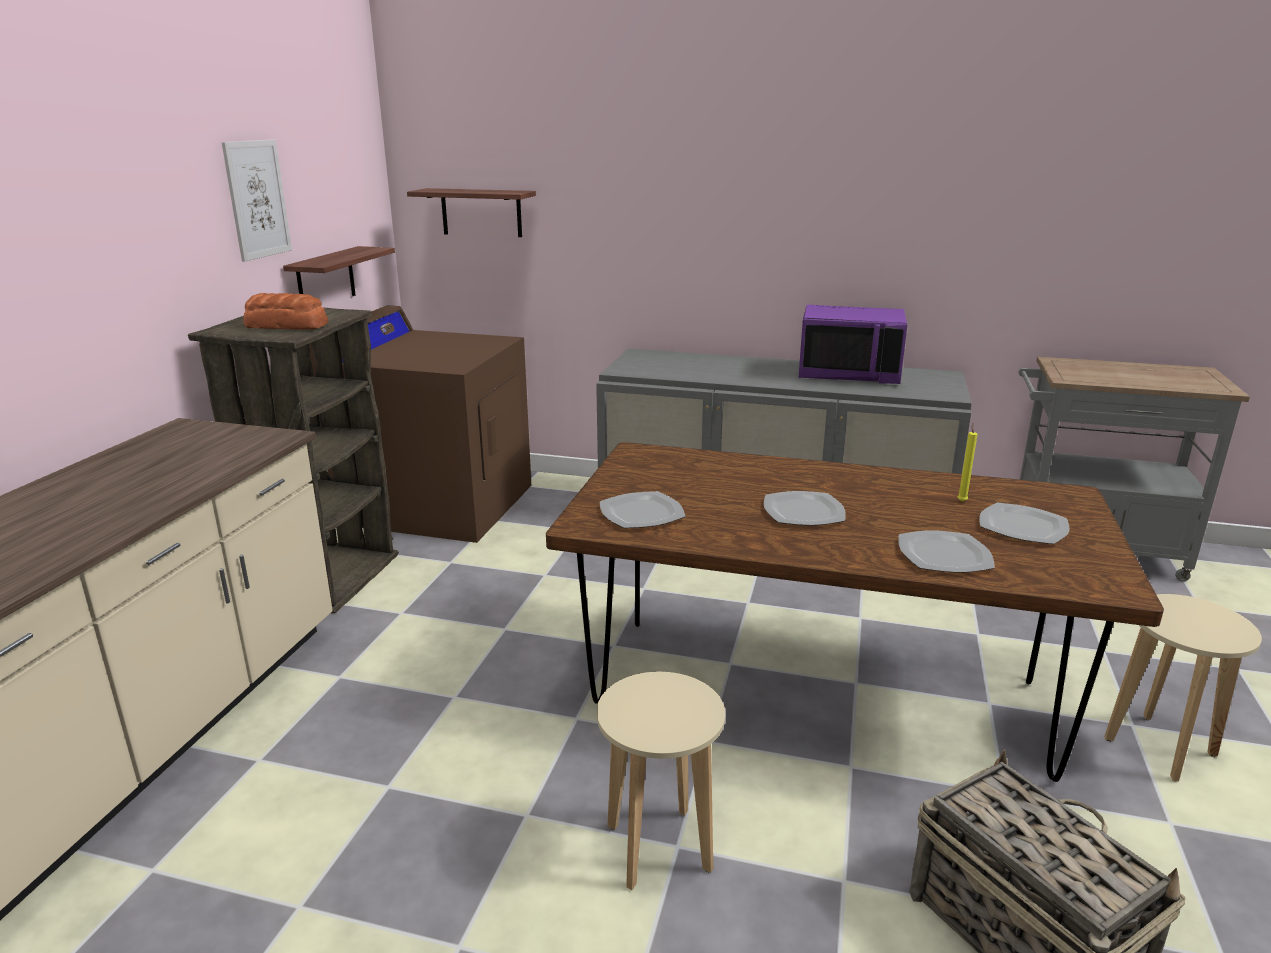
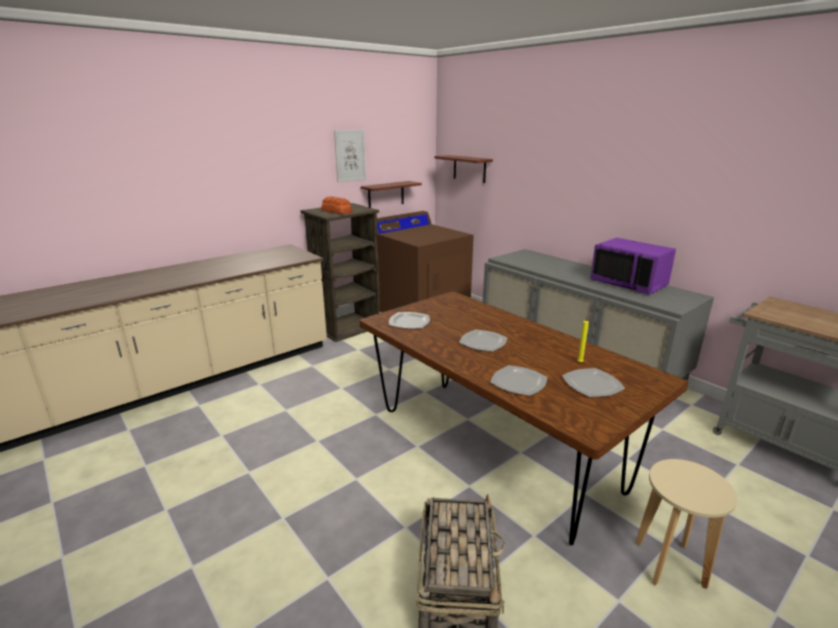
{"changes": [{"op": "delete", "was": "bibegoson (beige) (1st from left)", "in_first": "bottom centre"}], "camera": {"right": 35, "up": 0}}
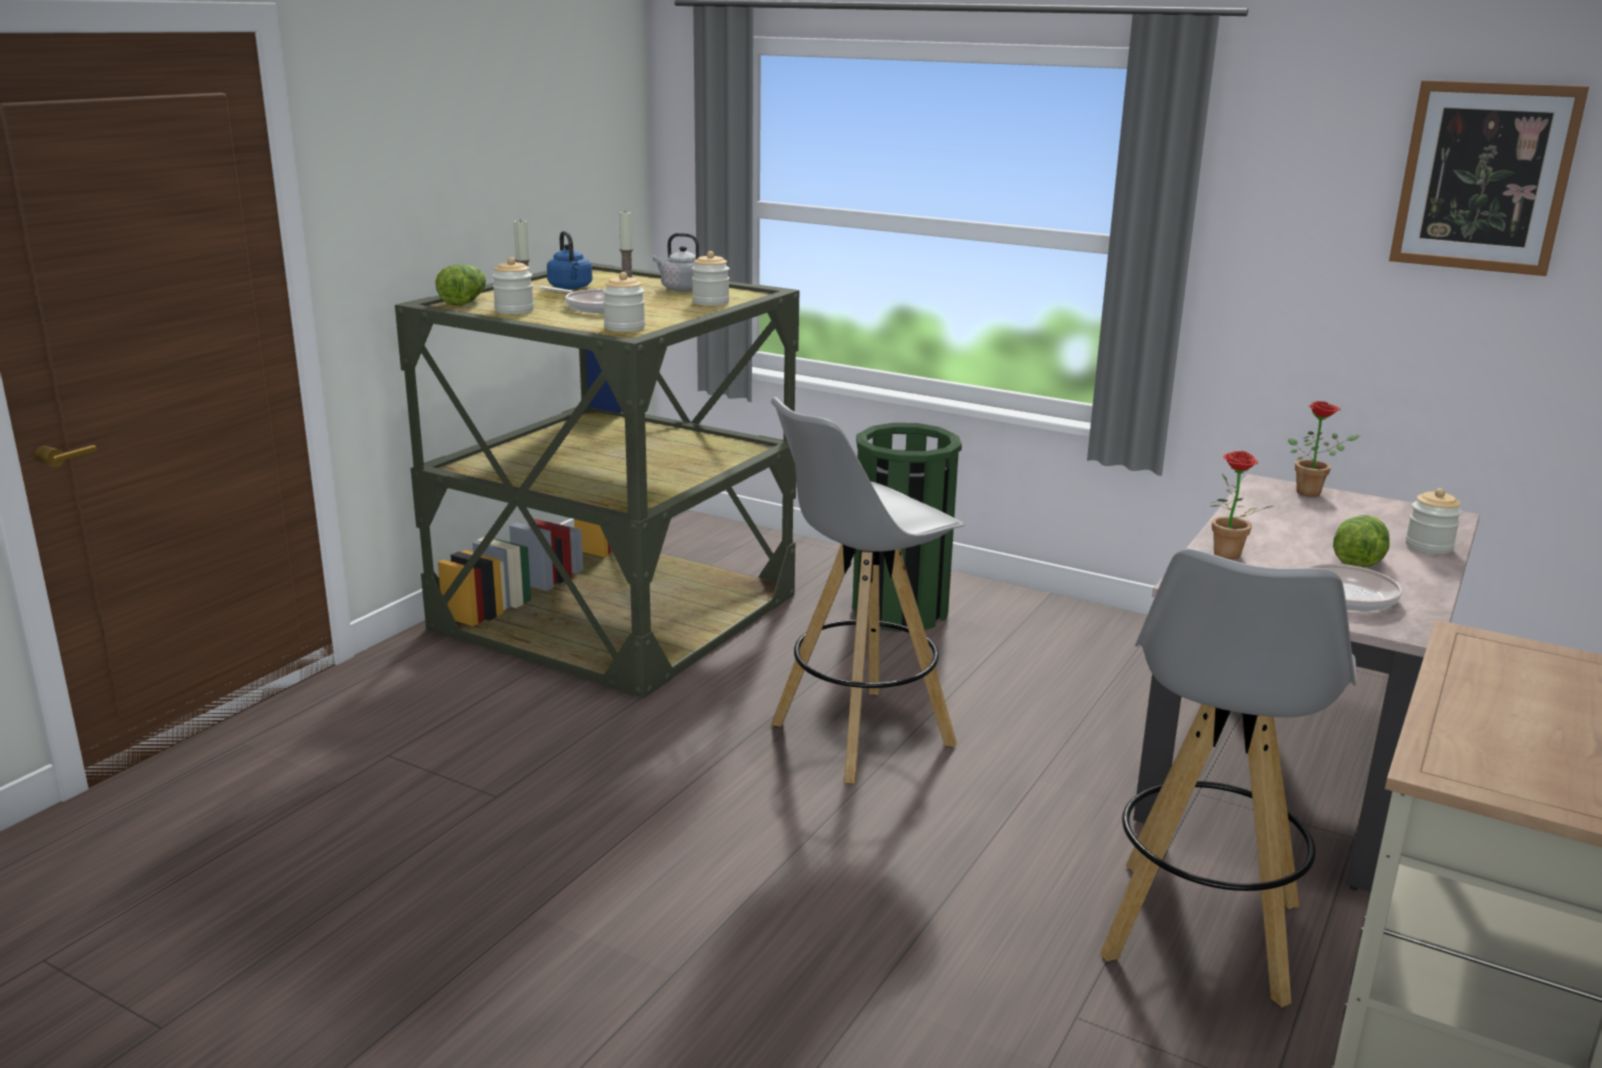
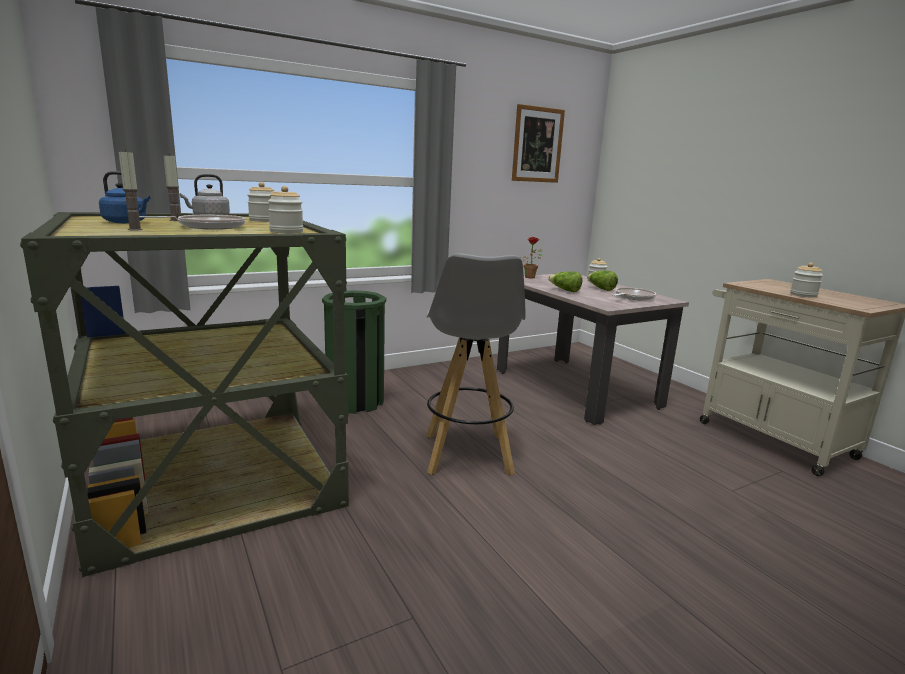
{"changes": [{"op": "move", "was": "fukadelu (1st from left in the first image)", "now": "fukadelu (4th from left)", "in_first": "top left", "in_second": "middle right"}, {"op": "move", "was": "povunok (1st from left)", "in_first": "top left", "in_second": "centre"}, {"op": "delete", "was": "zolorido (1st from left)", "in_first": "middle right"}, {"op": "delete", "was": "bibegoson (grey) (2nd from left)", "in_first": "bottom right"}], "camera": {"right": -60, "up": -5}}
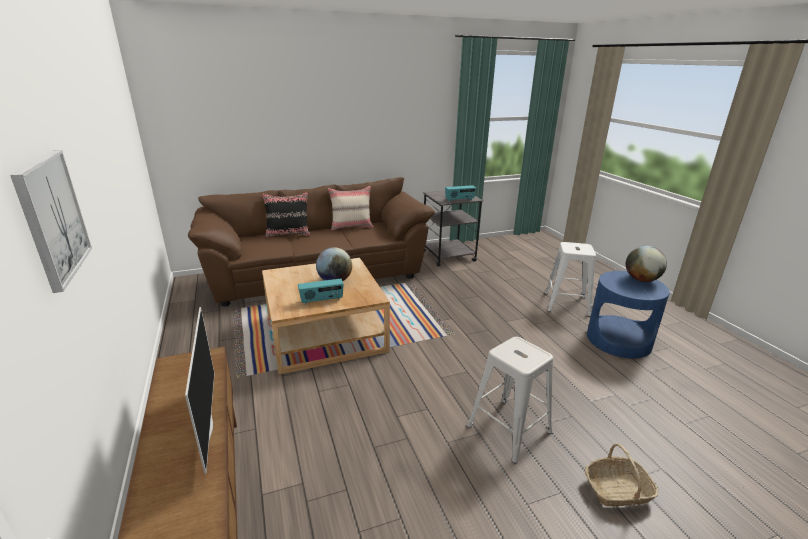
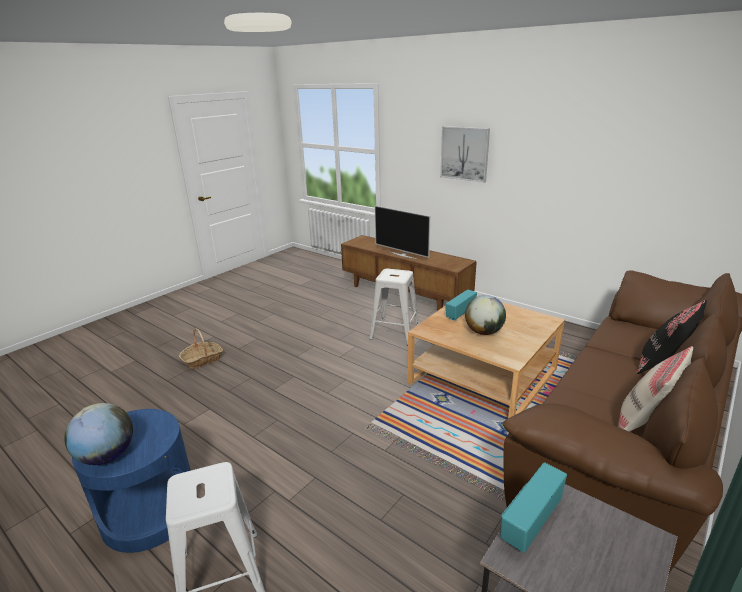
{"changes": [{"op": "move", "was": "bibegoson (white) (1st from left in the first image)", "now": "bibegoson (white) (2nd from left)", "in_first": "bottom centre", "in_second": "centre"}], "camera": {"right": 150, "up": 0}}
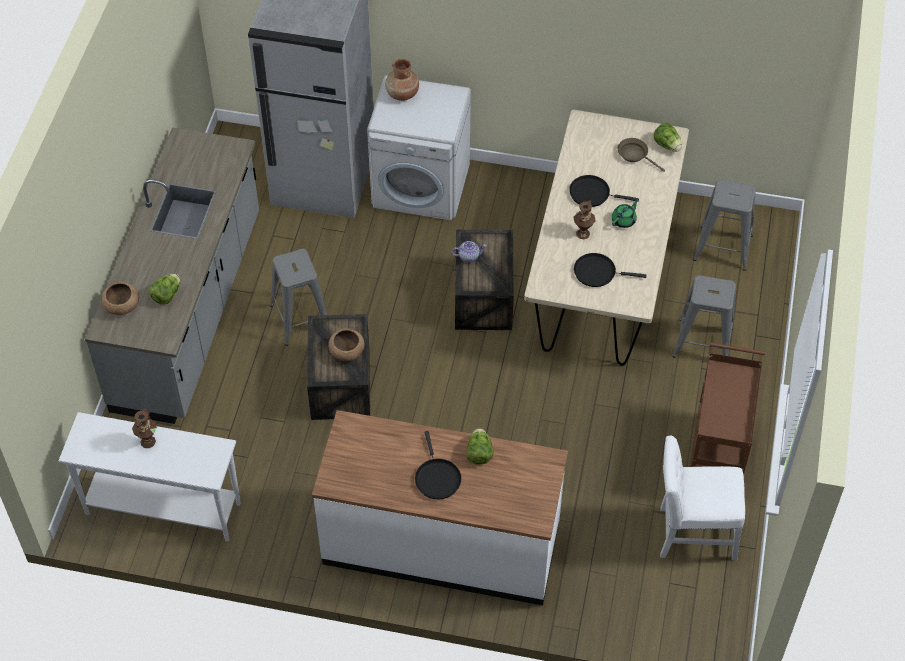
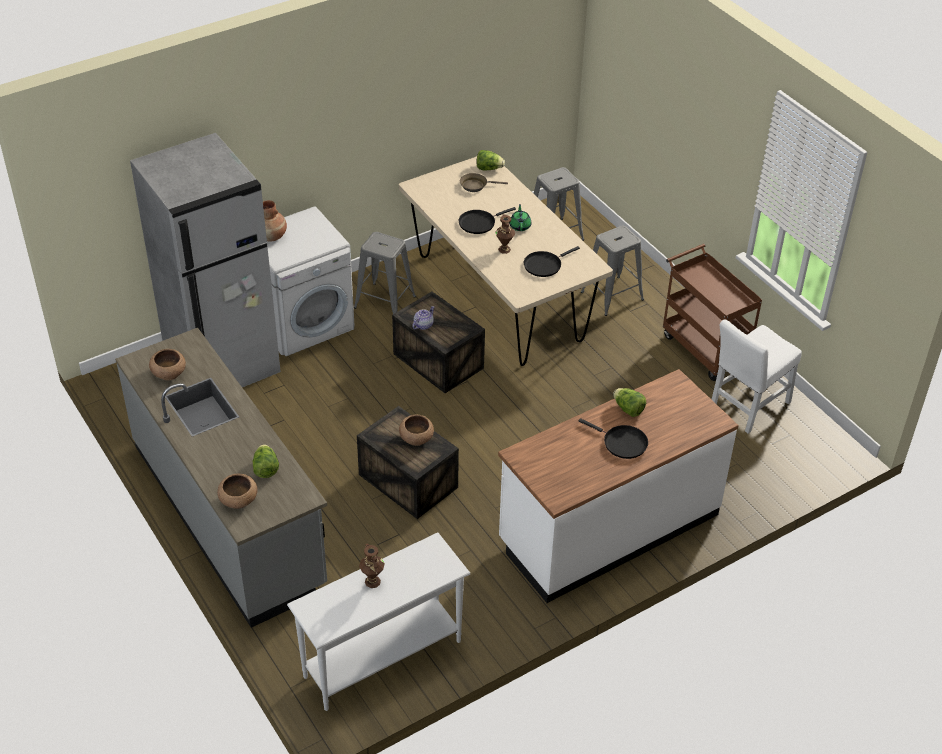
{"changes": [{"op": "move", "was": "bibegoson (grey) (1st from left)", "in_first": "middle left", "in_second": "centre"}, {"op": "insert", "now": "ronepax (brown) (1st from left)", "in_second": "middle left"}], "camera": {"right": -45, "up": -10}}
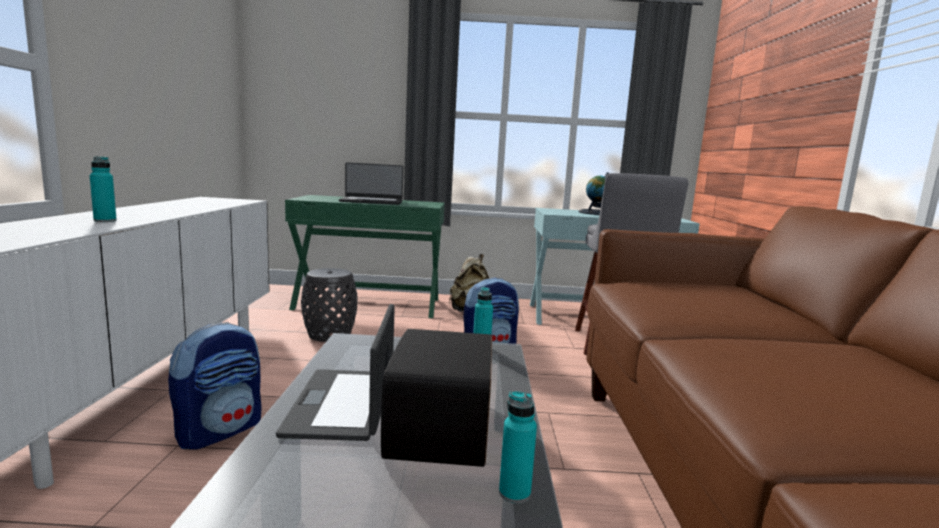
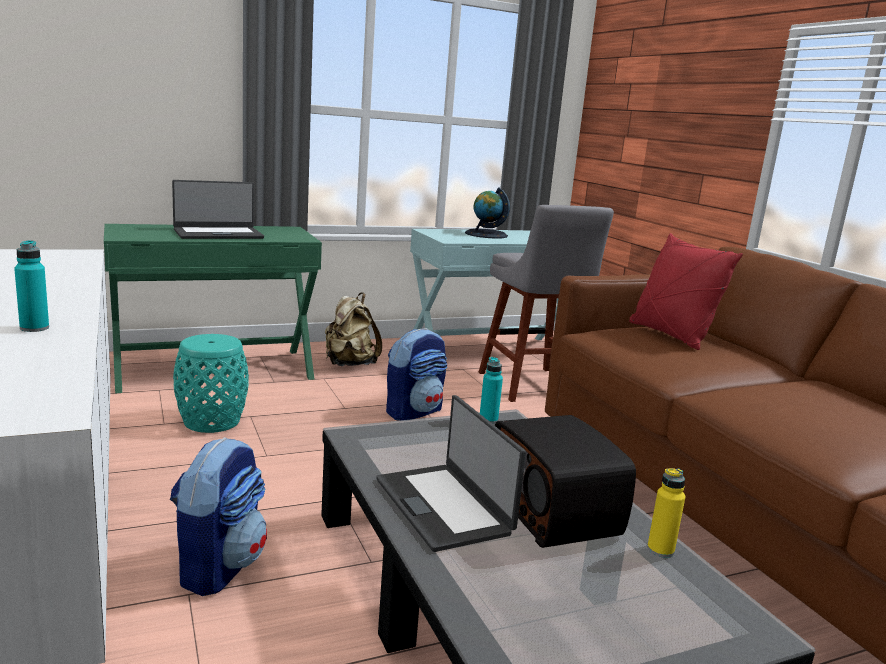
{"changes": [{"op": "recolor", "was": "bibegoson (grey) (1st from left)", "now": "bibegoson (turquoise)", "in_first": "centre", "in_second": "middle left"}, {"op": "recolor", "was": "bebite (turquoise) (3rd from left)", "now": "bebite (yellow)", "in_first": "bottom centre", "in_second": "bottom right"}, {"op": "insert", "now": "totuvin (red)", "in_second": "middle right"}], "camera": {"right": -25, "up": 5}}
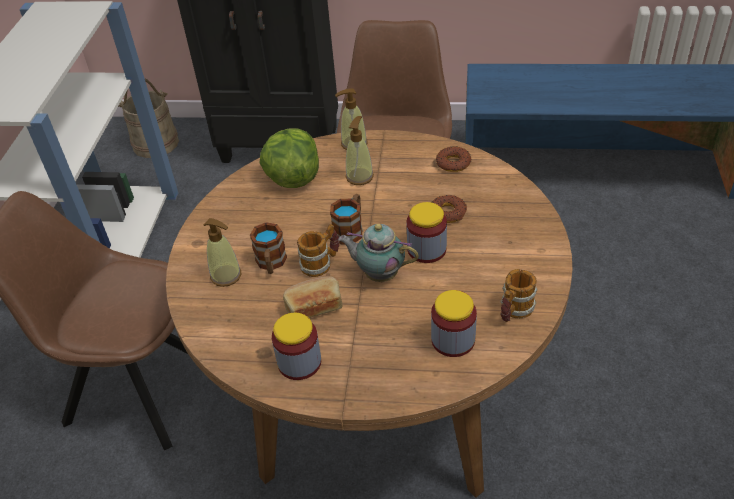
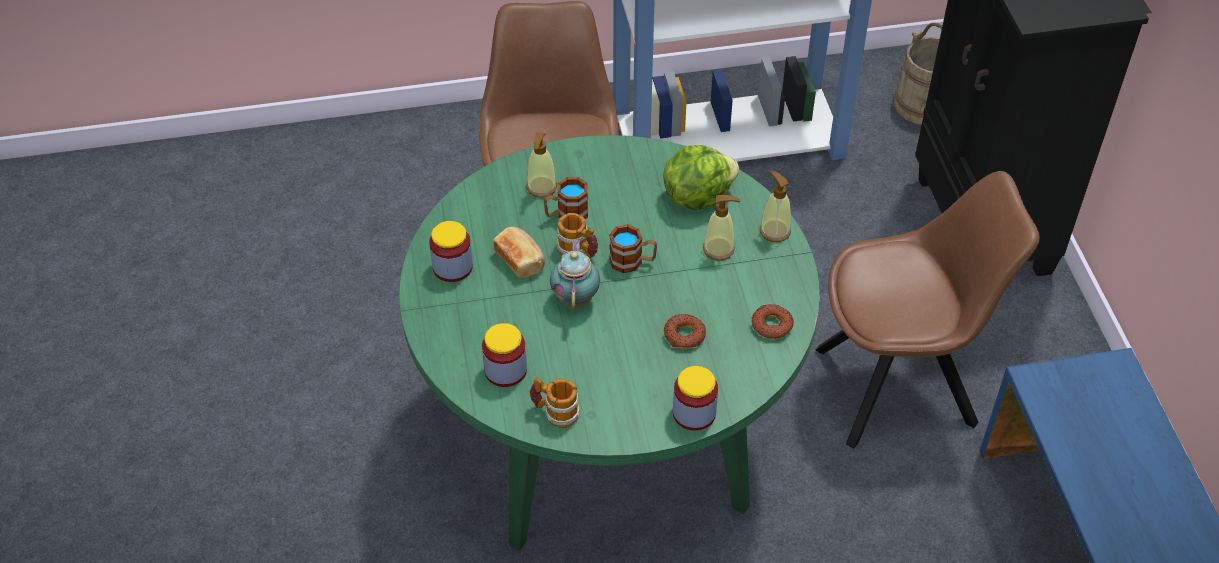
{"changes": [{"op": "recolor", "was": "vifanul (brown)", "now": "vifanul (green)", "in_first": "centre", "in_second": "centre"}, {"op": "move", "was": "fukadelu (2nd from left in the first image)", "now": "fukadelu (3rd from left)", "in_first": "centre", "in_second": "bottom centre"}], "camera": {"right": 70, "up": 5}}
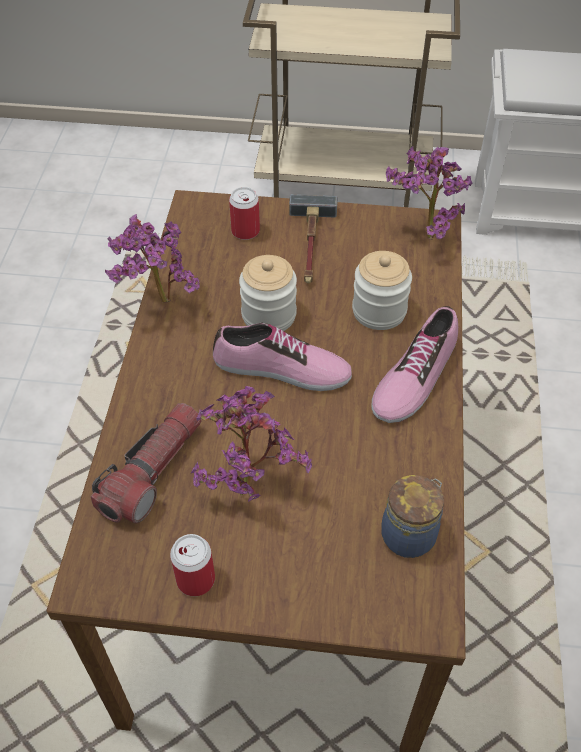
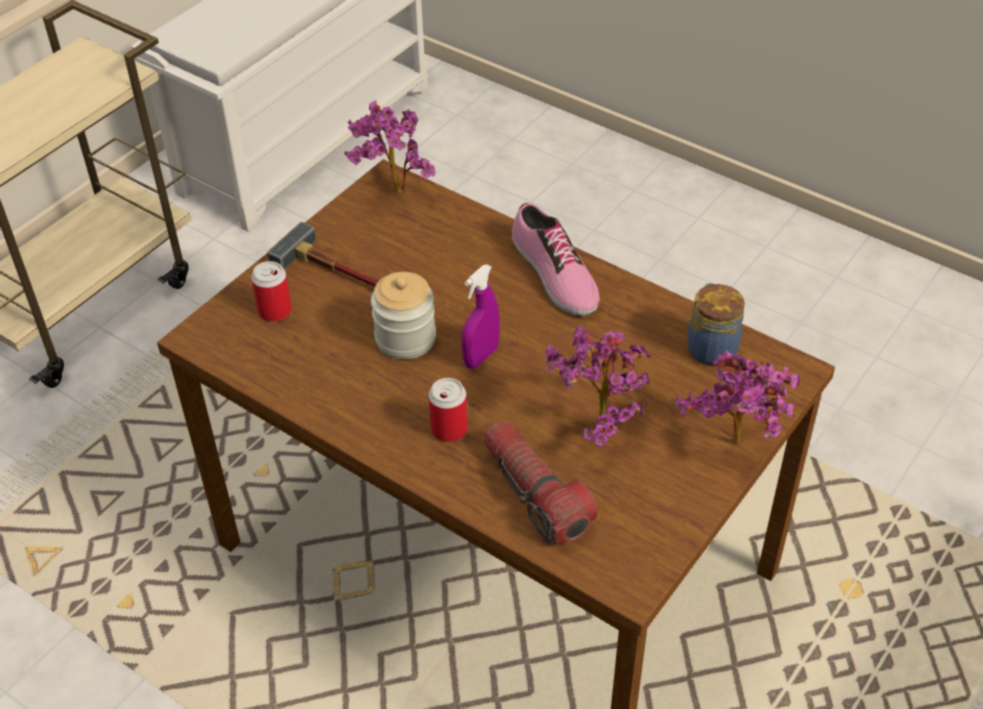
{"changes": [{"op": "move", "was": "zolorido (1st from left in the first image)", "now": "zolorido (3rd from left)", "in_first": "middle left", "in_second": "middle right"}, {"op": "delete", "was": "fukadelu (2nd from left)", "in_first": "centre"}, {"op": "replace", "was": "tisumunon (1st from left)", "now": "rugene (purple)", "in_first": "centre", "in_second": "centre"}, {"op": "move", "was": "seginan (1st from left in the first image)", "now": "seginan (2nd from left)", "in_first": "bottom left", "in_second": "centre"}], "camera": {"right": -60, "up": -5}}
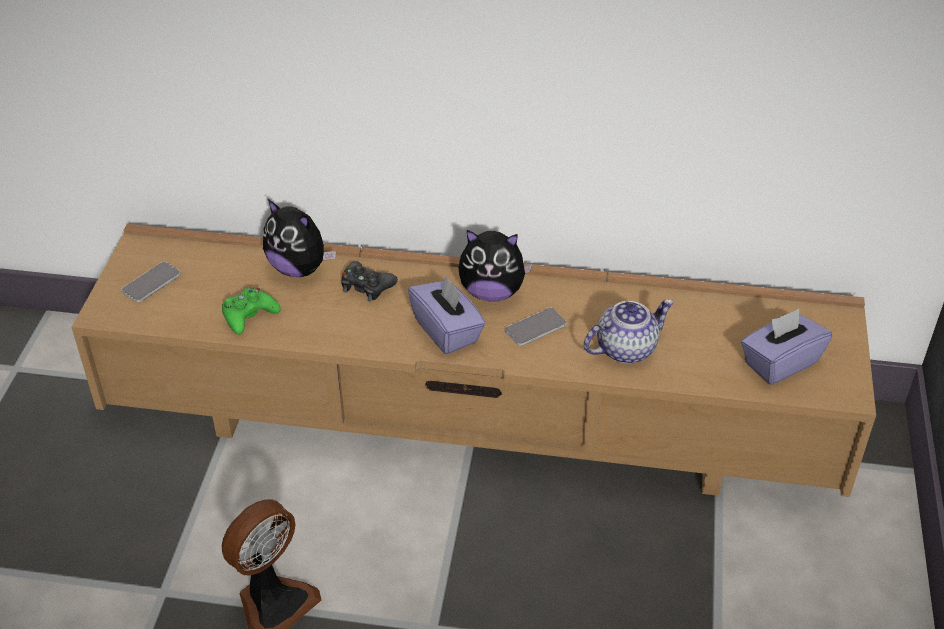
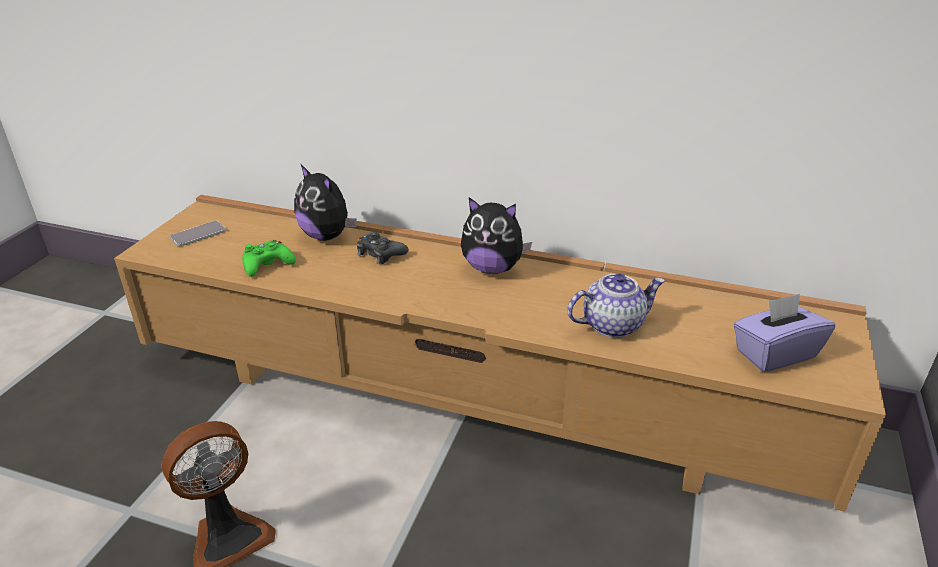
{"changes": [{"op": "delete", "was": "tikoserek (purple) (1st from left)", "in_first": "centre"}, {"op": "delete", "was": "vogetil (2nd from left)", "in_first": "centre"}], "camera": {"right": 10, "up": -10}}
